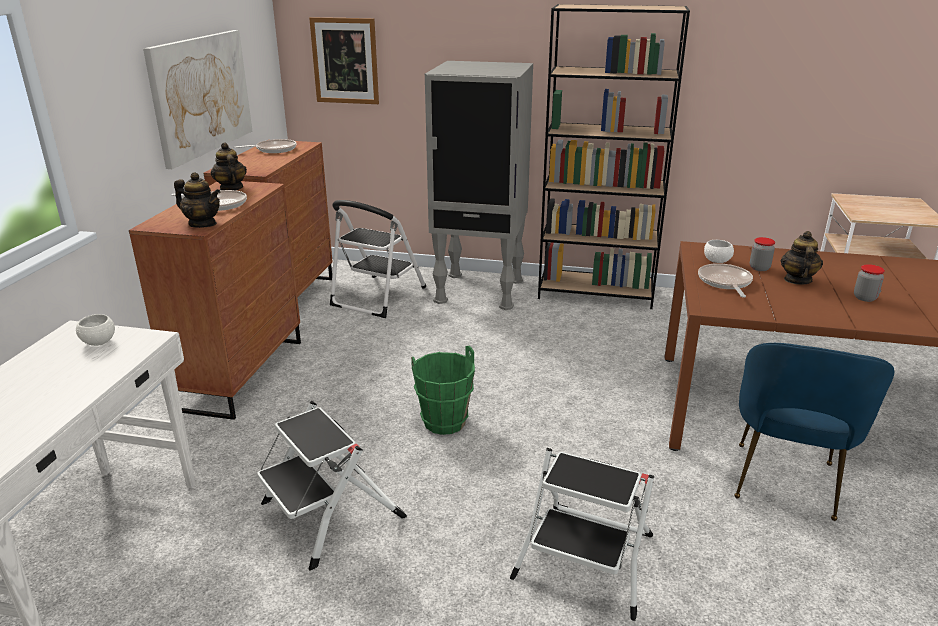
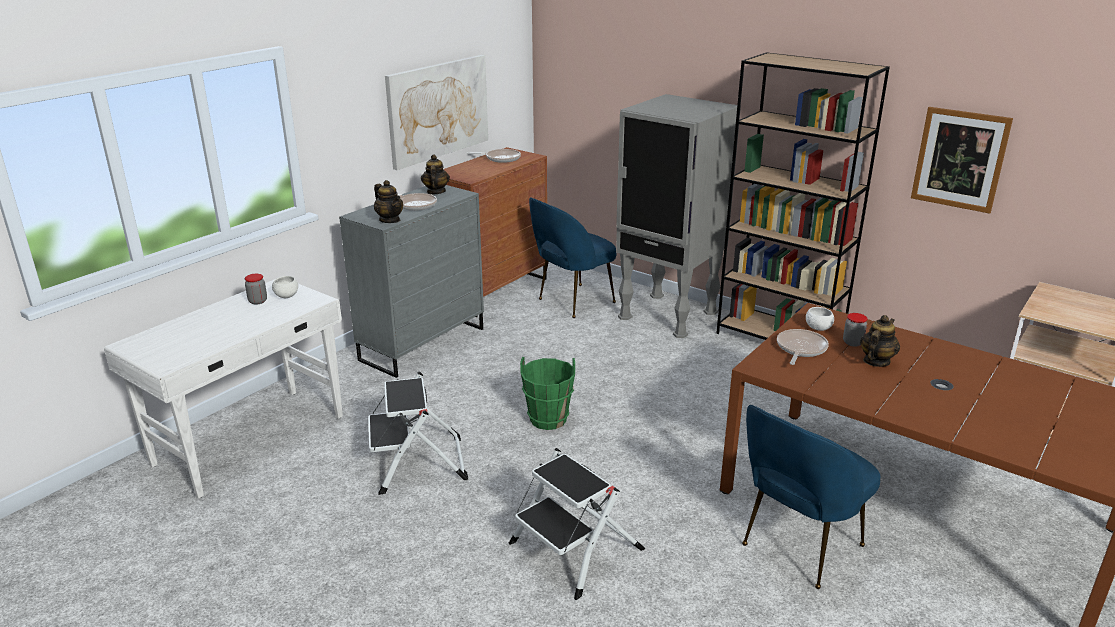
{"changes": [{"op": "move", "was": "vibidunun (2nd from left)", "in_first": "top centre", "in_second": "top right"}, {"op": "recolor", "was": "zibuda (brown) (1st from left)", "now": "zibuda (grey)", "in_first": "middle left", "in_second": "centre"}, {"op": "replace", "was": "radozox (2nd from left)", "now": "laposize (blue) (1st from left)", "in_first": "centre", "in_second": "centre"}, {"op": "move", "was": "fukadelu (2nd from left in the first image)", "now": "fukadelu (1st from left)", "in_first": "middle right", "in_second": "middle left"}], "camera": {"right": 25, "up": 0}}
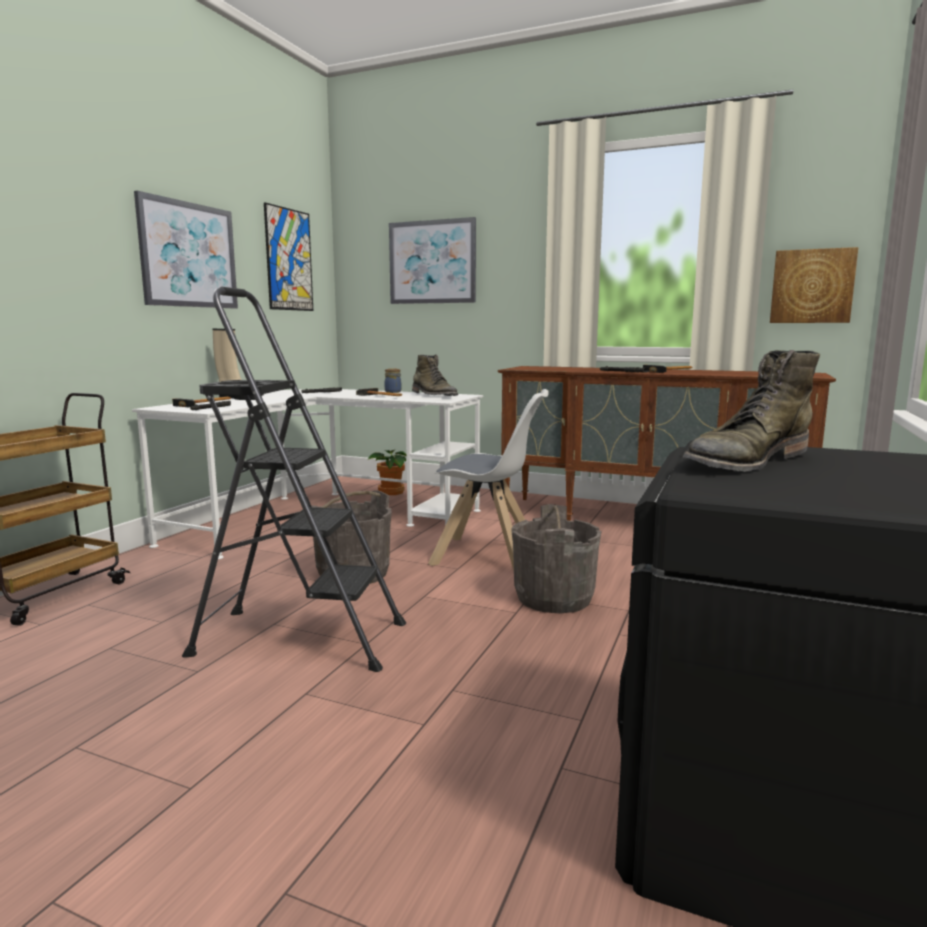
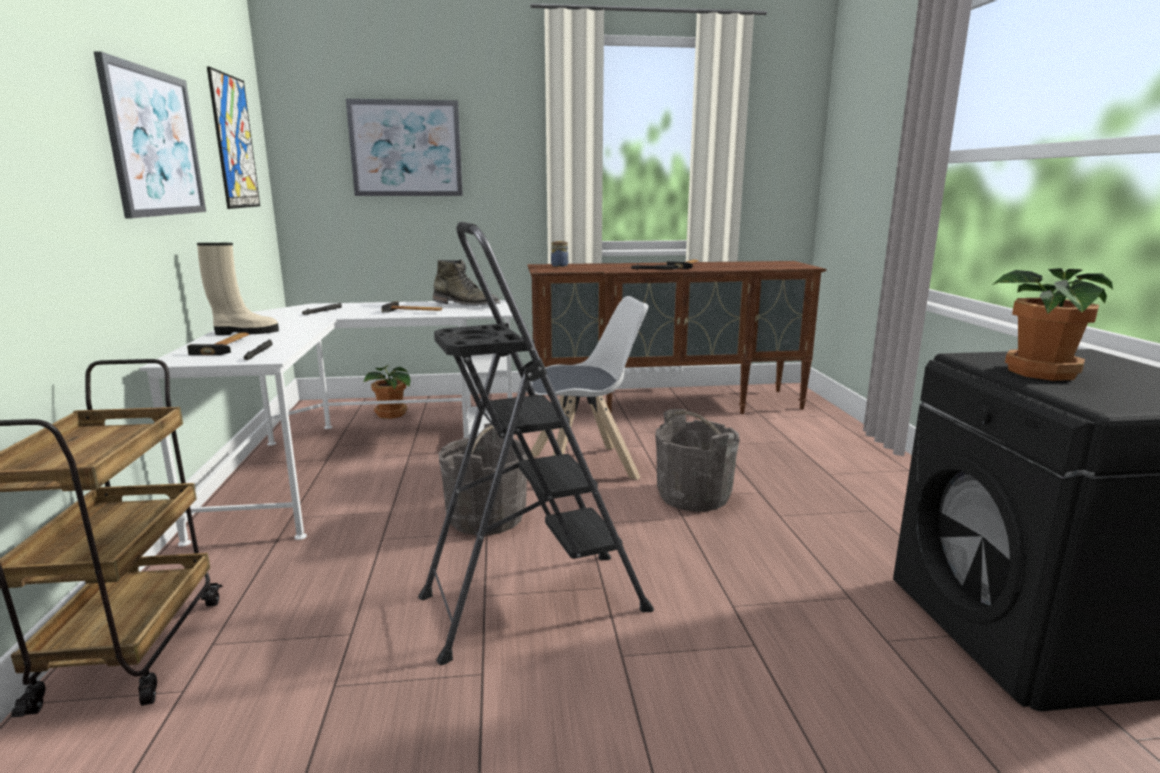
{"changes": [{"op": "delete", "was": "vibidunun (4th from left)", "in_first": "top right"}, {"op": "replace", "was": "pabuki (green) (2nd from left)", "now": "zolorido (2nd from left)", "in_first": "middle right", "in_second": "middle right"}, {"op": "move", "was": "fukadelu", "in_first": "centre", "in_second": "top centre"}], "camera": {"right": -30, "up": 5}}
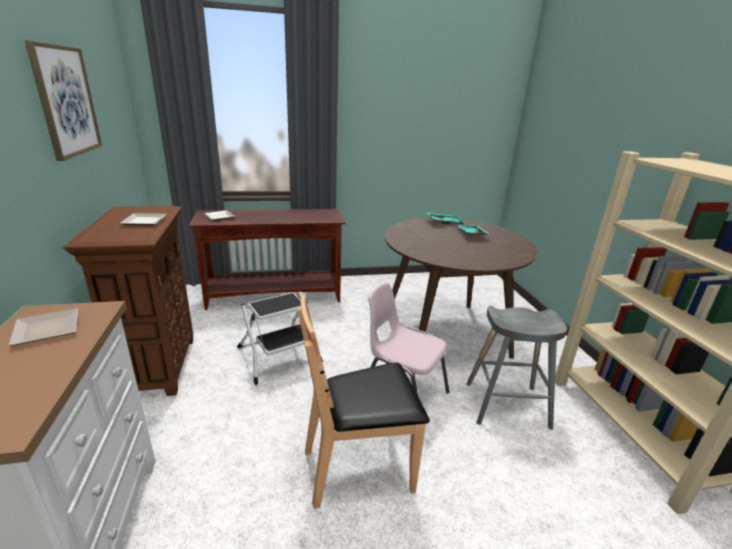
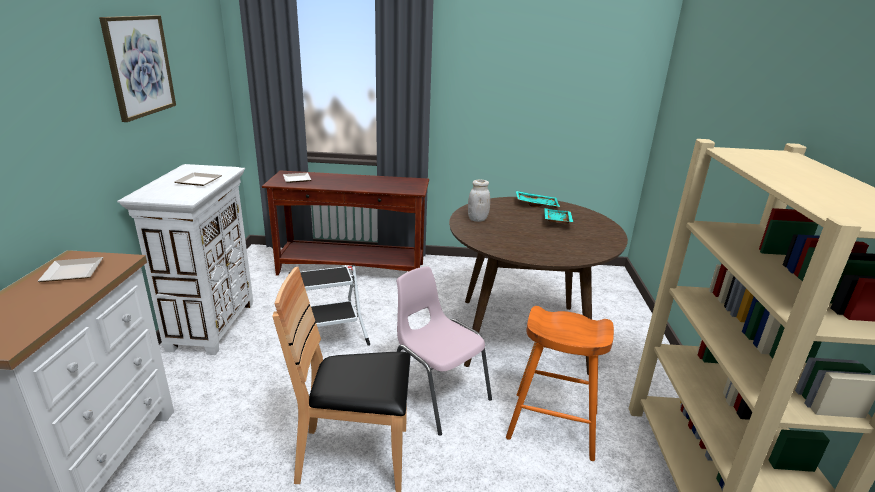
{"changes": [{"op": "recolor", "was": "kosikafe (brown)", "now": "kosikafe (white)", "in_first": "middle left", "in_second": "middle left"}, {"op": "recolor", "was": "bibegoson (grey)", "now": "bibegoson (orange)", "in_first": "bottom right", "in_second": "bottom centre"}, {"op": "insert", "now": "fukadelu (white)", "in_second": "centre"}], "camera": {"right": 15, "up": 0}}
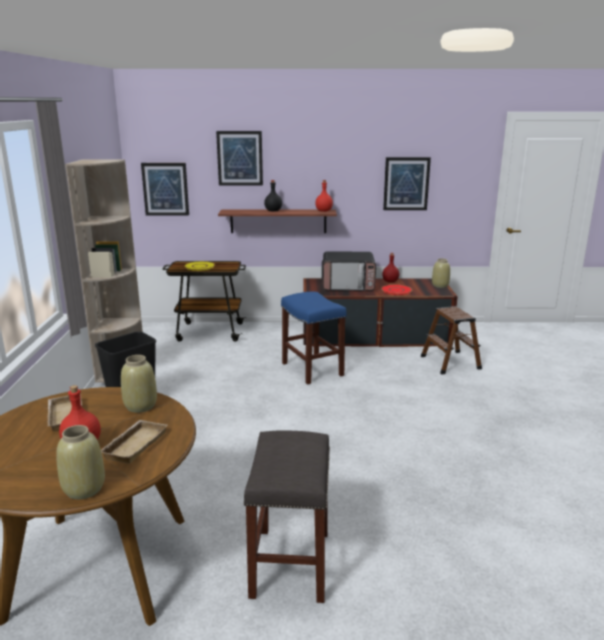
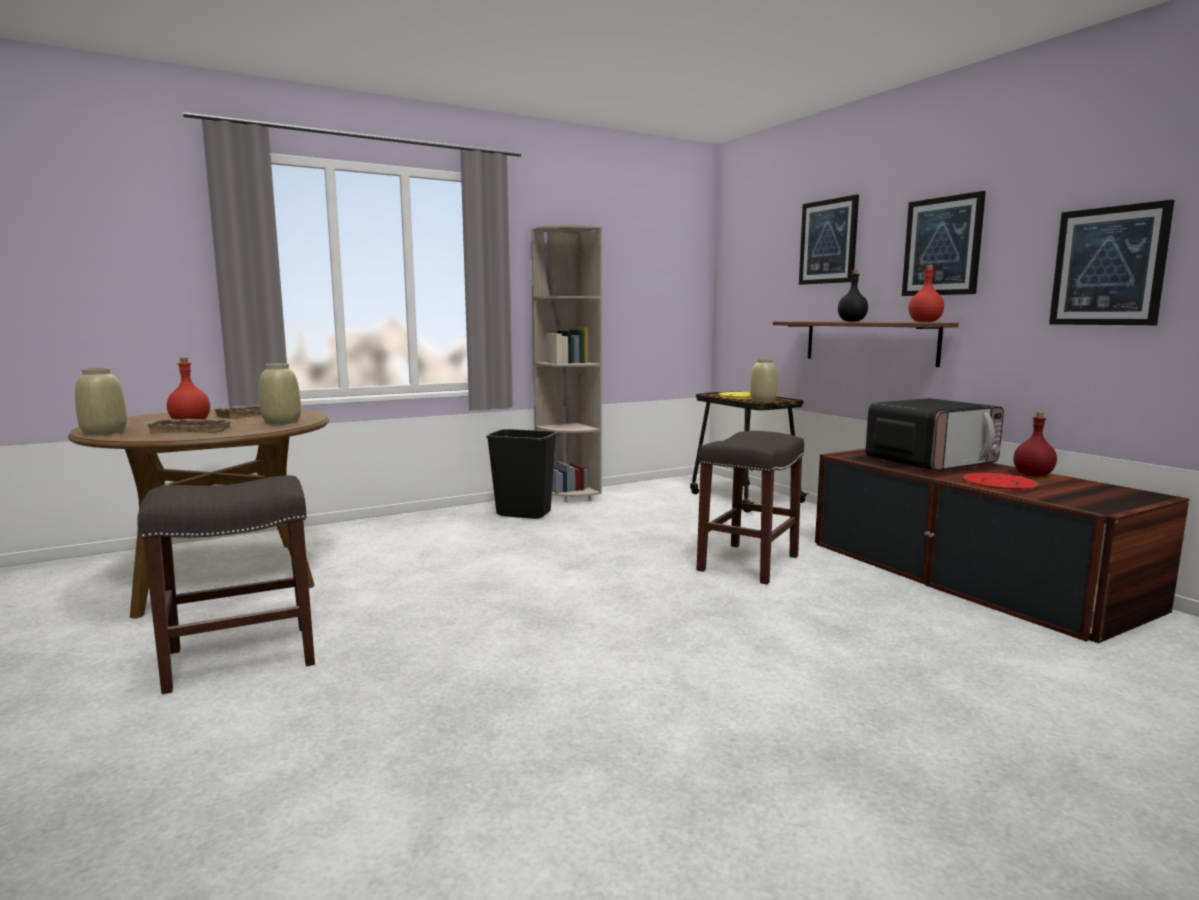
{"changes": [{"op": "move", "was": "vibidunun (1st from left in the first image)", "now": "vibidunun (2nd from left)", "in_first": "top left", "in_second": "top right"}, {"op": "rotate", "was": "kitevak", "in_first": "centre", "in_second": "middle right", "clockwise": -90}, {"op": "move", "was": "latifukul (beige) (3rd from left)", "in_first": "middle right", "in_second": "centre"}, {"op": "recolor", "was": "bibegoson (blue)", "now": "bibegoson (grey) (2nd from left)", "in_first": "centre", "in_second": "centre"}, {"op": "delete", "was": "radozox (brown)", "in_first": "middle right"}], "camera": {"right": 60, "up": -10}}
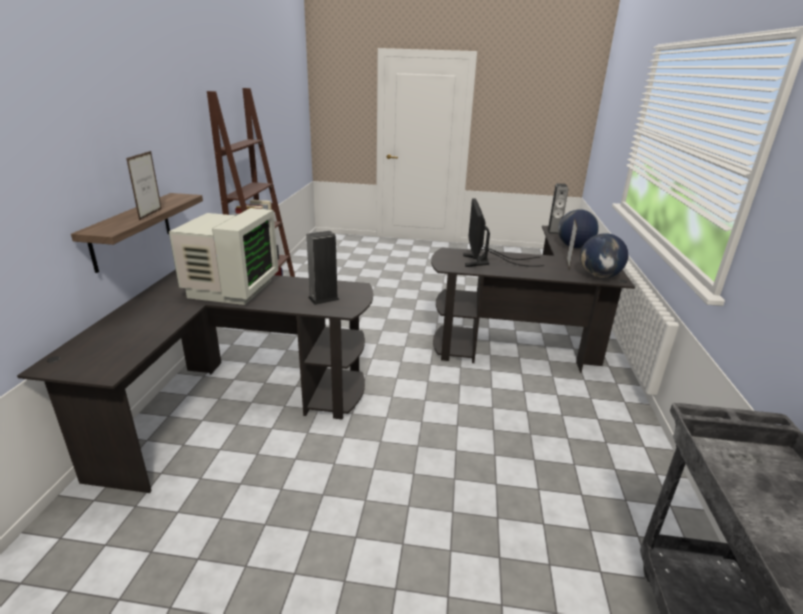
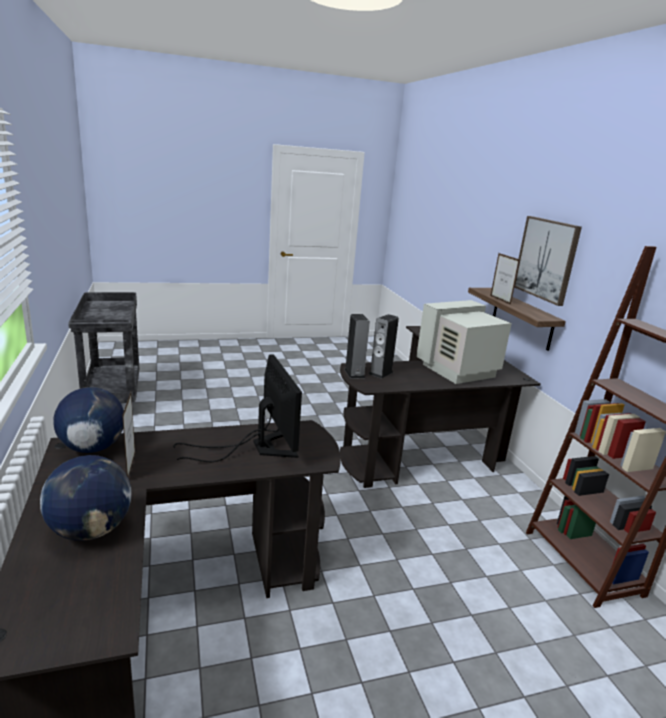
{"changes": [{"op": "move", "was": "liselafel (2nd from left in the first image)", "now": "liselafel (1st from left)", "in_first": "middle right", "in_second": "centre"}, {"op": "rotate", "was": "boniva (1st from left in the first image)", "in_first": "middle left", "in_second": "middle right", "clockwise": 75}, {"op": "insert", "now": "vibidunun", "in_second": "middle right"}], "camera": {"right": 155, "up": -5}}
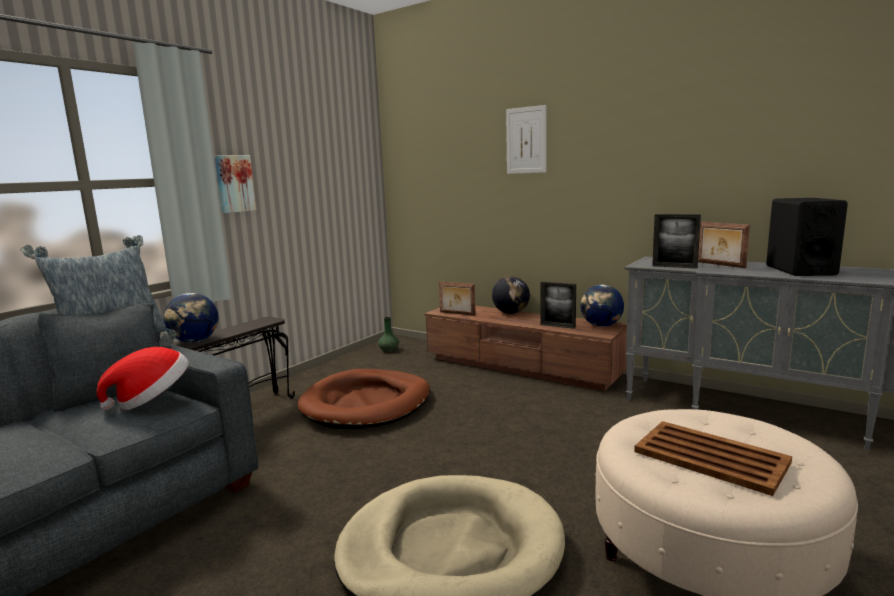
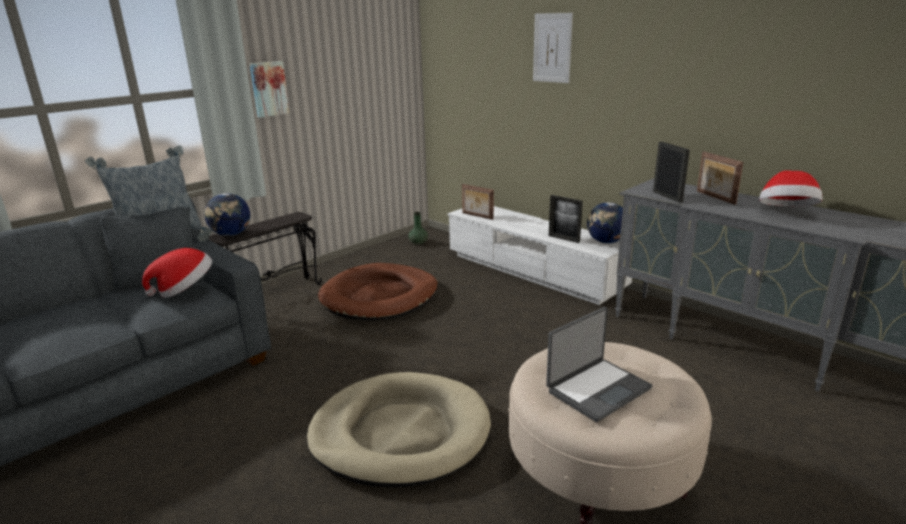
{"changes": [{"op": "replace", "was": "liselafel (black)", "now": "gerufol (2nd from left)", "in_first": "middle right", "in_second": "middle right"}, {"op": "rotate", "was": "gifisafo (3rd from left)", "in_first": "middle right", "in_second": "top right", "clockwise": -150}, {"op": "delete", "was": "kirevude (2nd from left)", "in_first": "centre"}, {"op": "recolor", "was": "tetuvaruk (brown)", "now": "tetuvaruk (white)", "in_first": "centre", "in_second": "centre"}, {"op": "replace", "was": "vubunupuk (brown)", "now": "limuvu", "in_first": "bottom right", "in_second": "bottom centre"}], "camera": {"right": 10, "up": 10}}
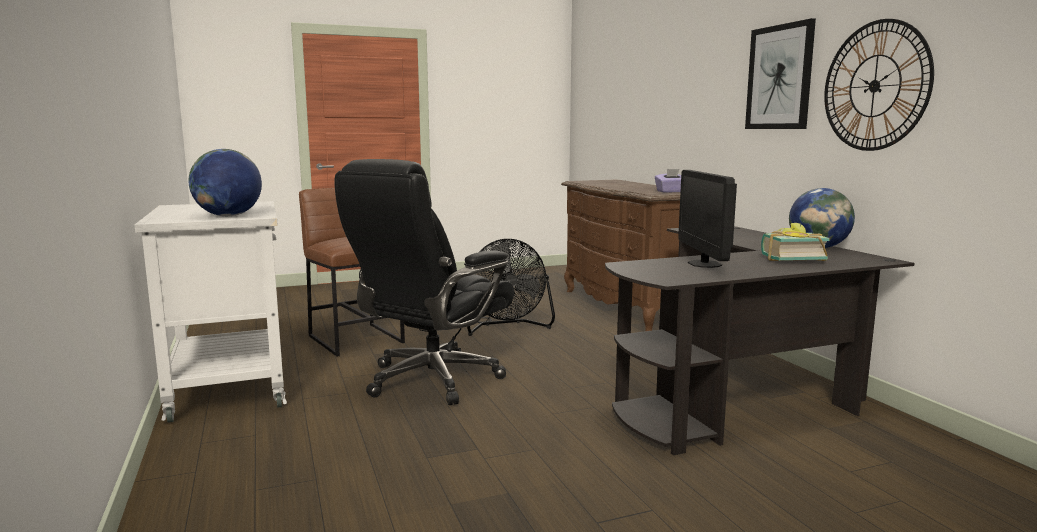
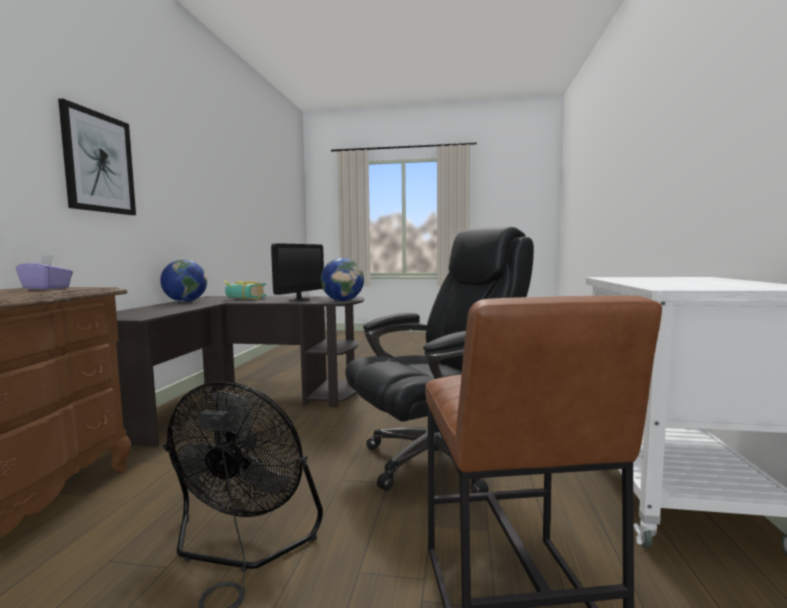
{"changes": [{"op": "delete", "was": "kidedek", "in_first": "top right"}, {"op": "move", "was": "kirevude (1st from left in the first image)", "now": "kirevude (2nd from left)", "in_first": "middle left", "in_second": "centre"}], "camera": {"right": -150, "up": -5}}
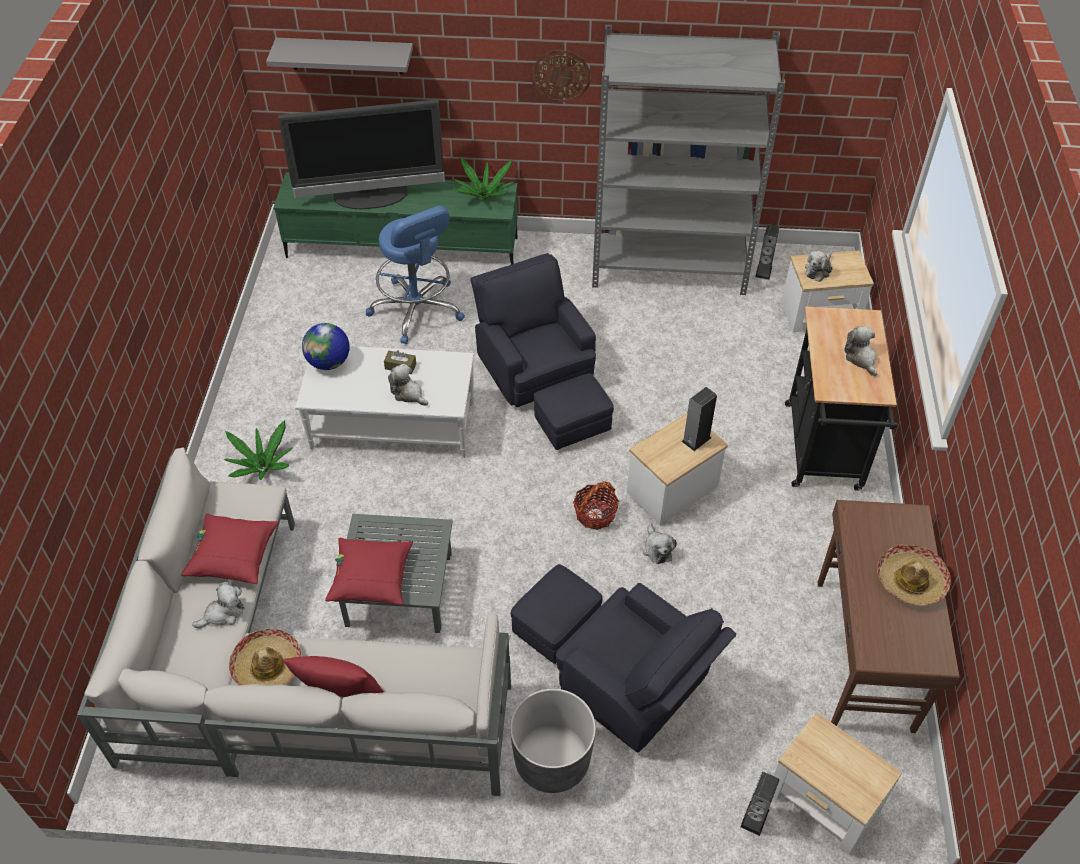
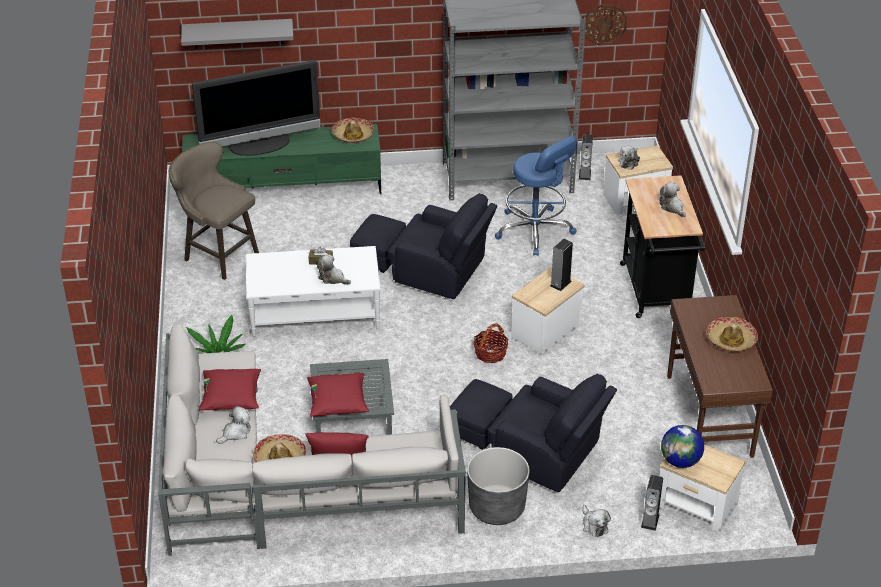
{"changes": [{"op": "move", "was": "kidedek", "in_first": "top centre", "in_second": "top right"}, {"op": "replace", "was": "zolorido (2nd from left)", "now": "gerufol (2nd from left)", "in_first": "top centre", "in_second": "top centre"}, {"op": "move", "was": "bibegoson (blue)", "in_first": "top centre", "in_second": "centre"}, {"op": "rotate", "was": "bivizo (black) (1st from left)", "in_first": "centre", "in_second": "centre", "clockwise": 150}, {"op": "move", "was": "kirevude", "in_first": "middle left", "in_second": "bottom right"}, {"op": "move", "was": "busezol (3rd from left)", "in_first": "centre", "in_second": "bottom right"}, {"op": "insert", "now": "bibegoson (beige)", "in_second": "middle left"}], "camera": {"right": -10, "up": -10}}
